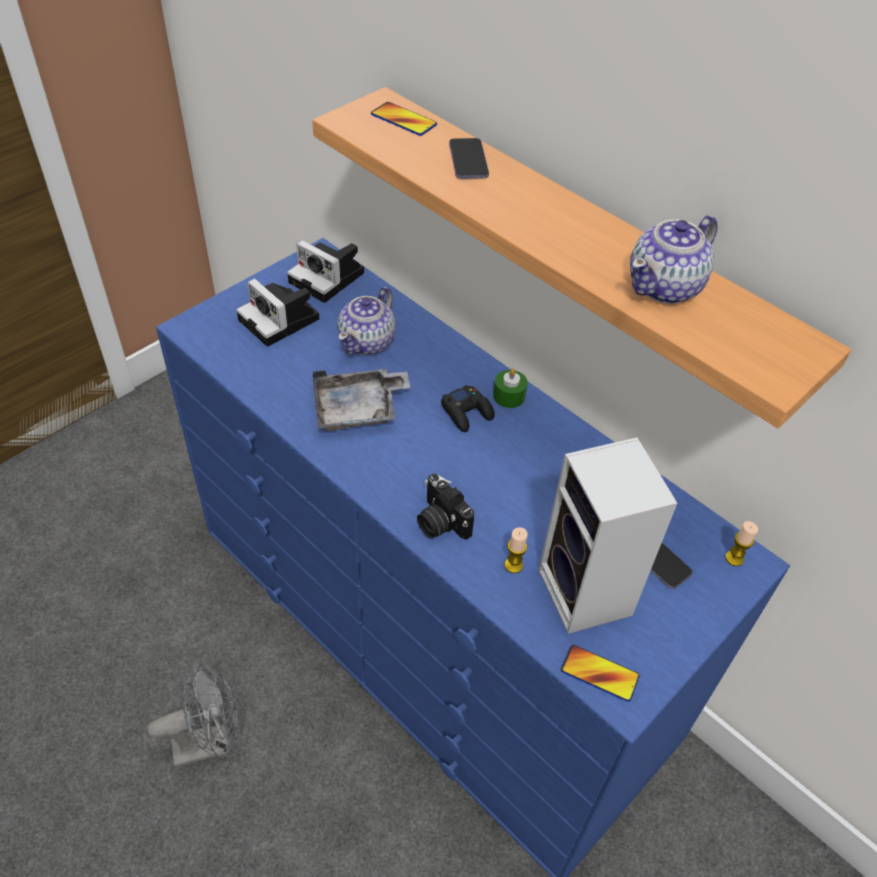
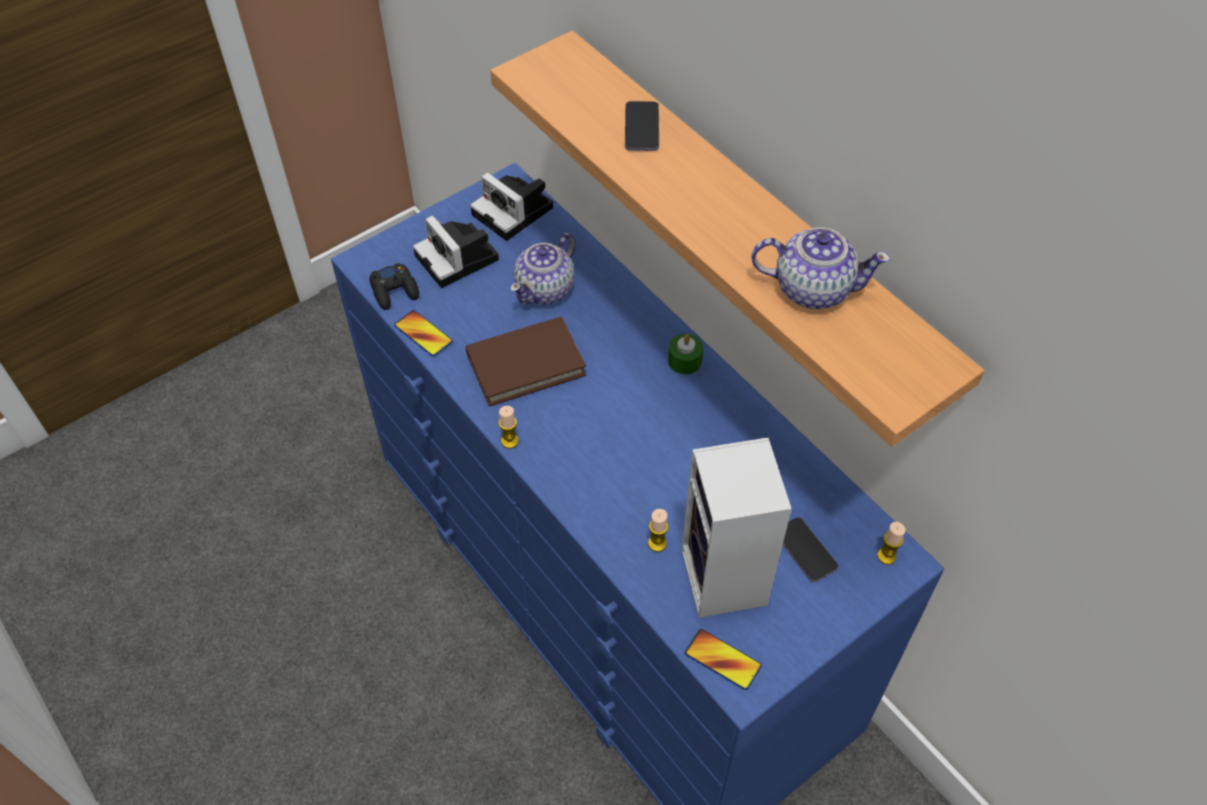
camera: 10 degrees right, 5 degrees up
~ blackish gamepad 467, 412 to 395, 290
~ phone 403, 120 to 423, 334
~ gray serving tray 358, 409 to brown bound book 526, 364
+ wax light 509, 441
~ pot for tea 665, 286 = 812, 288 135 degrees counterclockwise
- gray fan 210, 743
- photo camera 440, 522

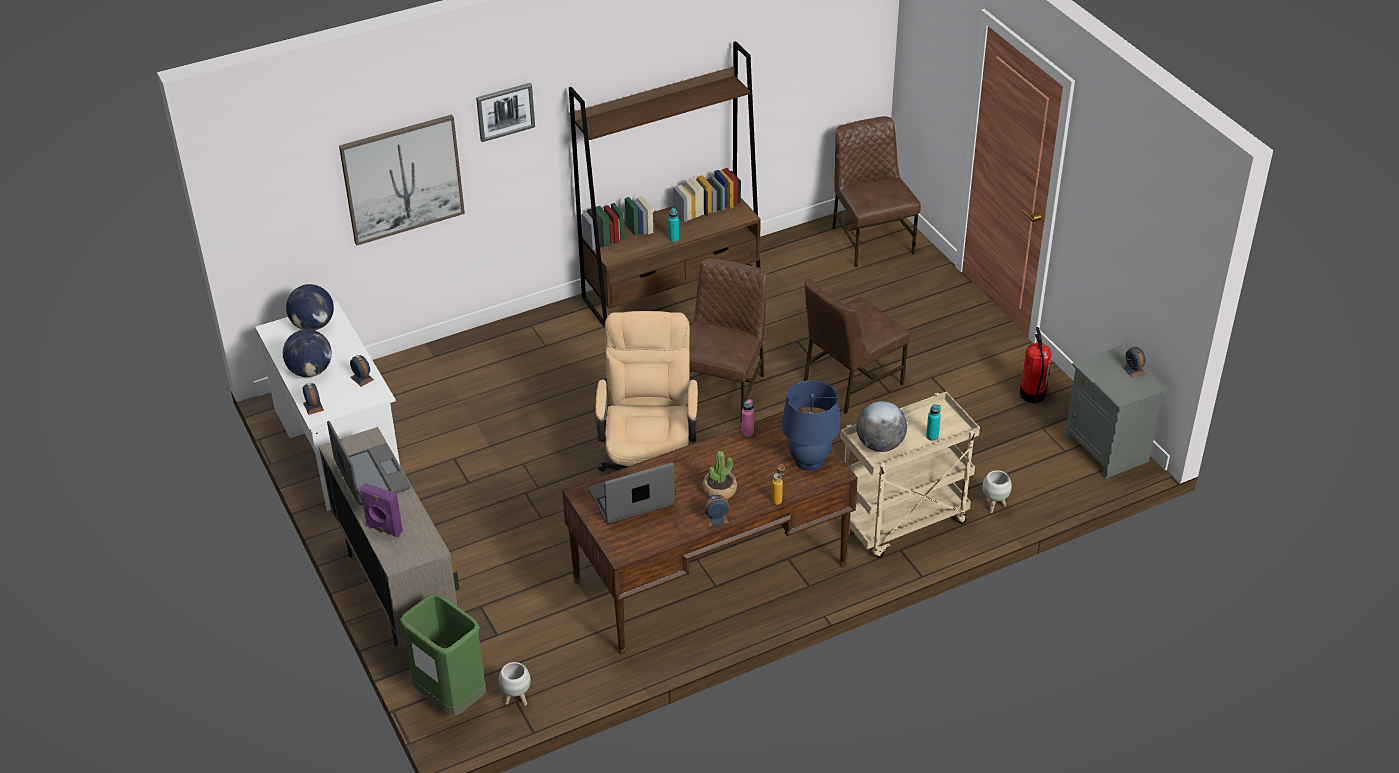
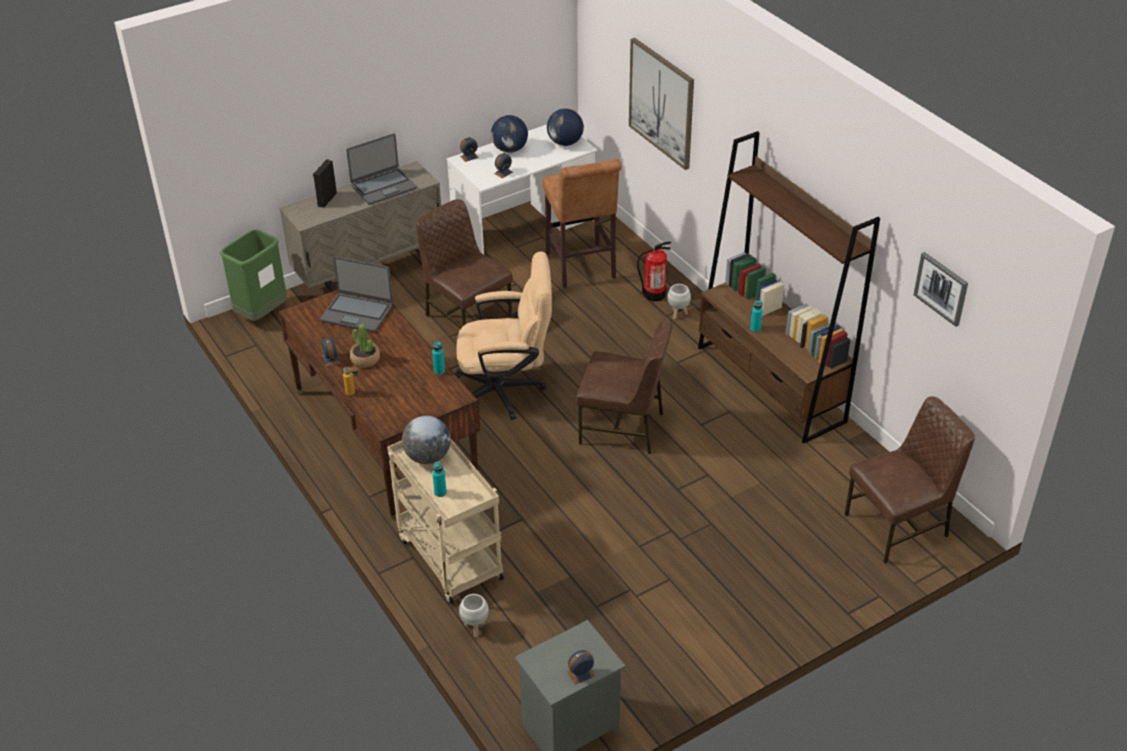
camera: 85 degrees right, 0 degrees up
~ purple-coloured speaker 383, 529 to blackish speaker 326, 199
~ portable computer 631, 498 = 357, 313 135 degrees clockwise
~ brown chair 850, 382 to 467, 317
~ pinkish beverage bottle 747, 433 to turquoise-coloured beverage bottle 439, 371
+ brown stool 581, 268
~ fire extinguisher 1032, 395 to 654, 294
~ white plant pot 517, 699 to 678, 314
~ wall picture 505, 111 to 941, 288
- blue tabletop lamp 809, 461

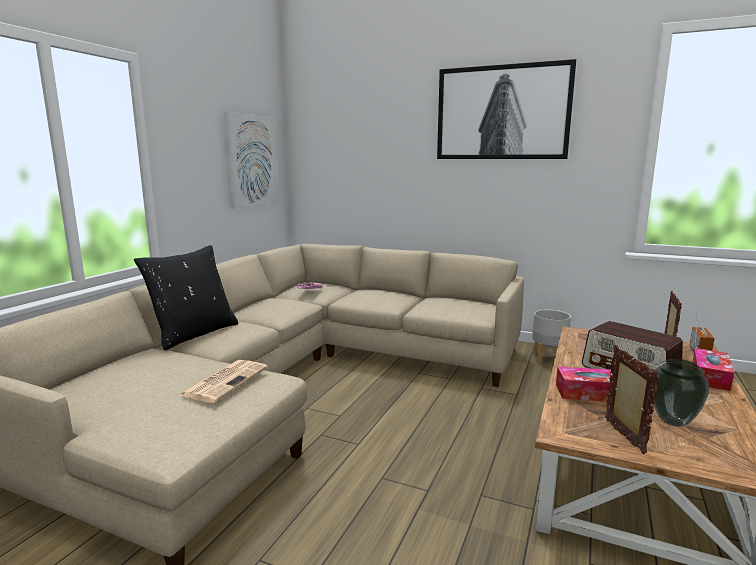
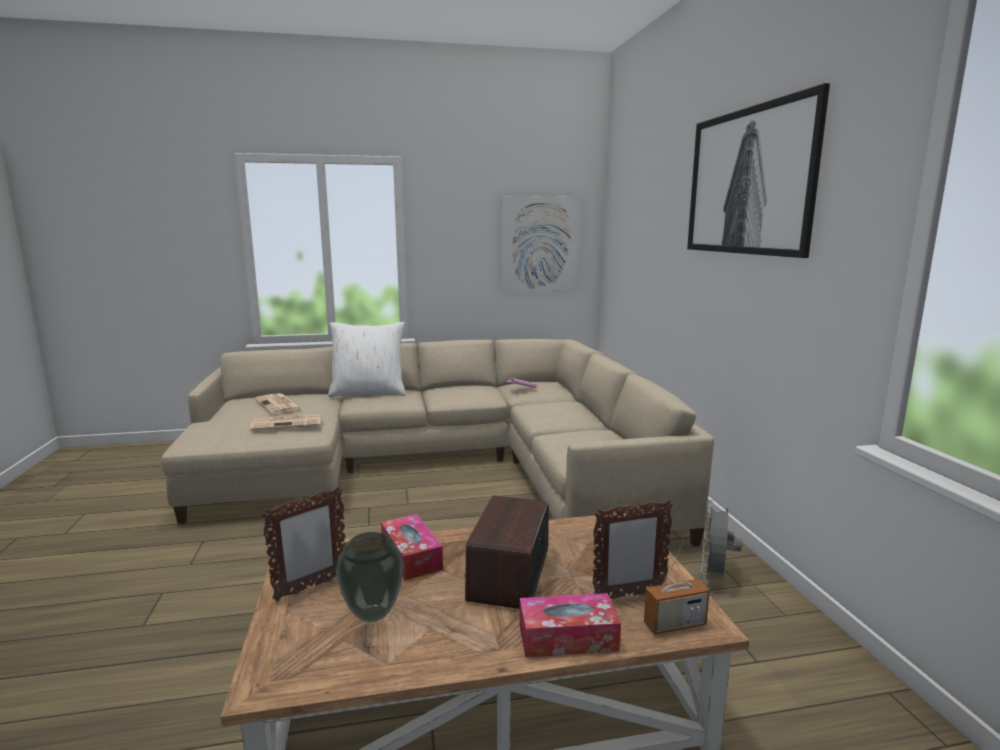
camera: 55 degrees right, 0 degrees up
+ newspaper 279, 405
~ blackish pillow 194, 333 to white pillow 369, 393
~ gray plant pot 548, 359 to gray fan 714, 576

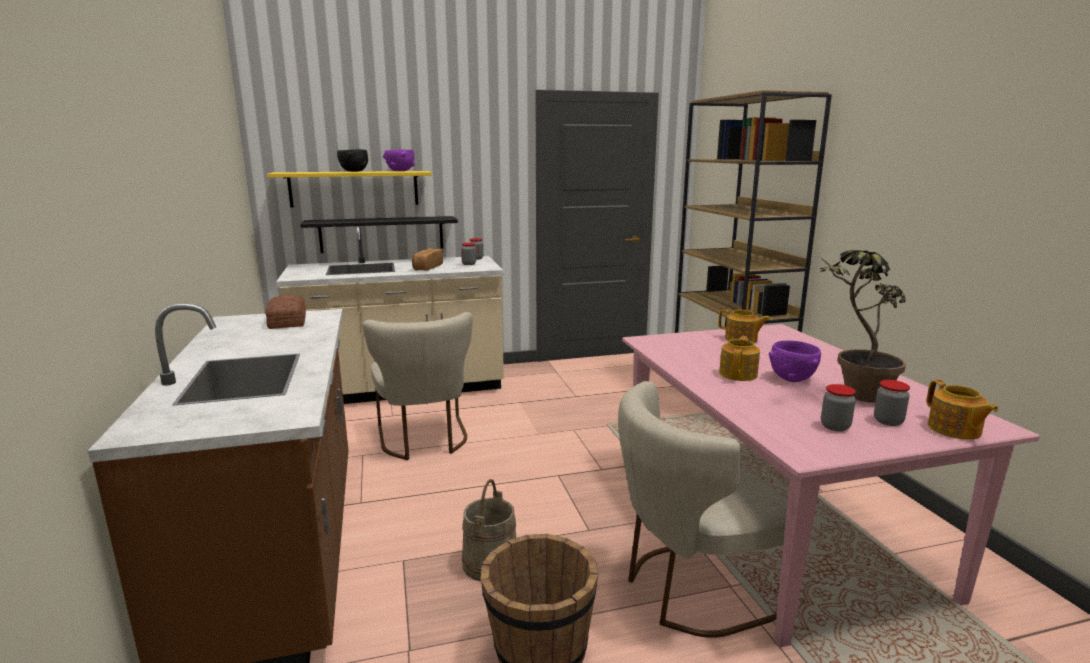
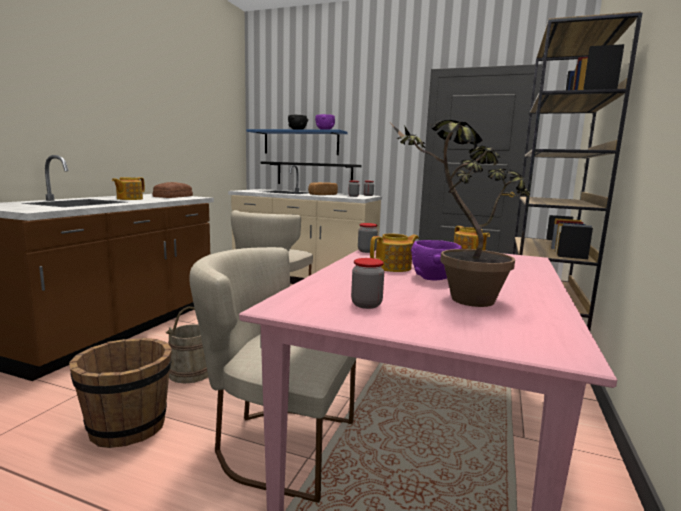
camera: 35 degrees right, 5 degrees down
~ pot for tea 954, 430 to 129, 199
~ yellow-coloured bracket shelf 354, 188 to blue bracket shelf 301, 142
~ storage jar 888, 421 to 367, 251

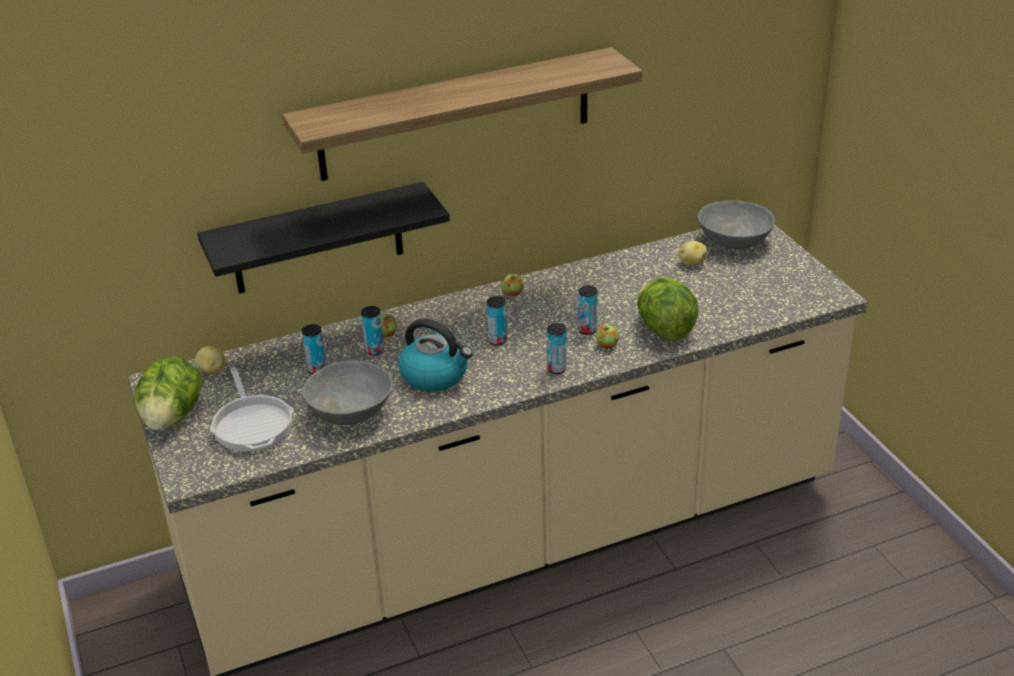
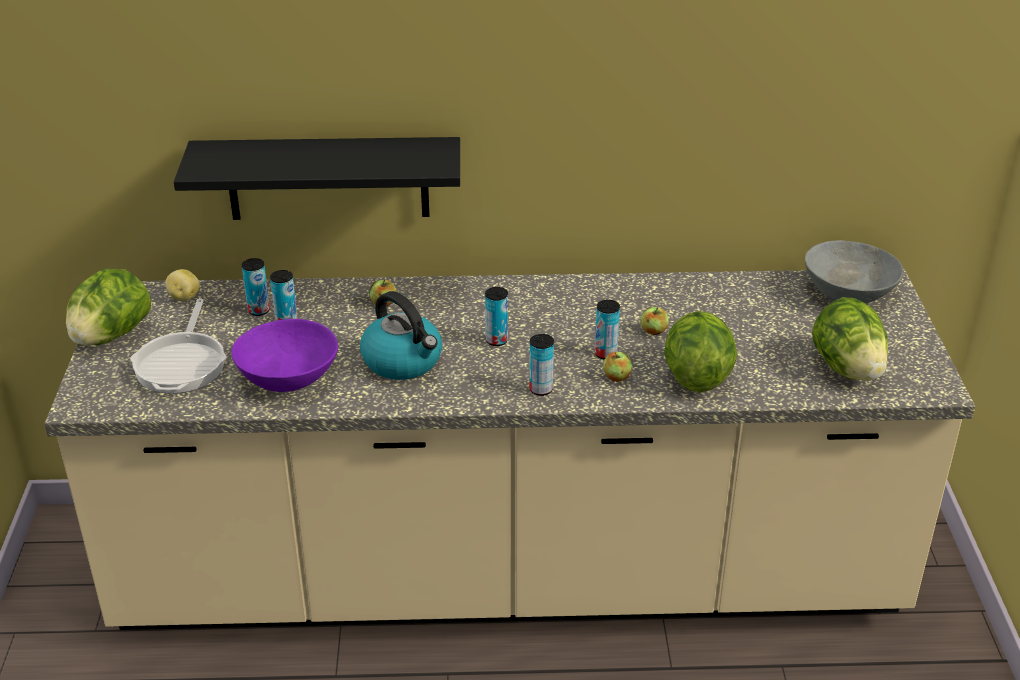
camera: 20 degrees right, 0 degrees up
~ gray deep dish 351, 412 to purple-coloured deep dish 289, 378
~ sealed can 375, 351 to 259, 310
~ apple fruit 512, 293 to 653, 331
+ lettuce 847, 368
- bracket shelf 455, 114
- spud 691, 263

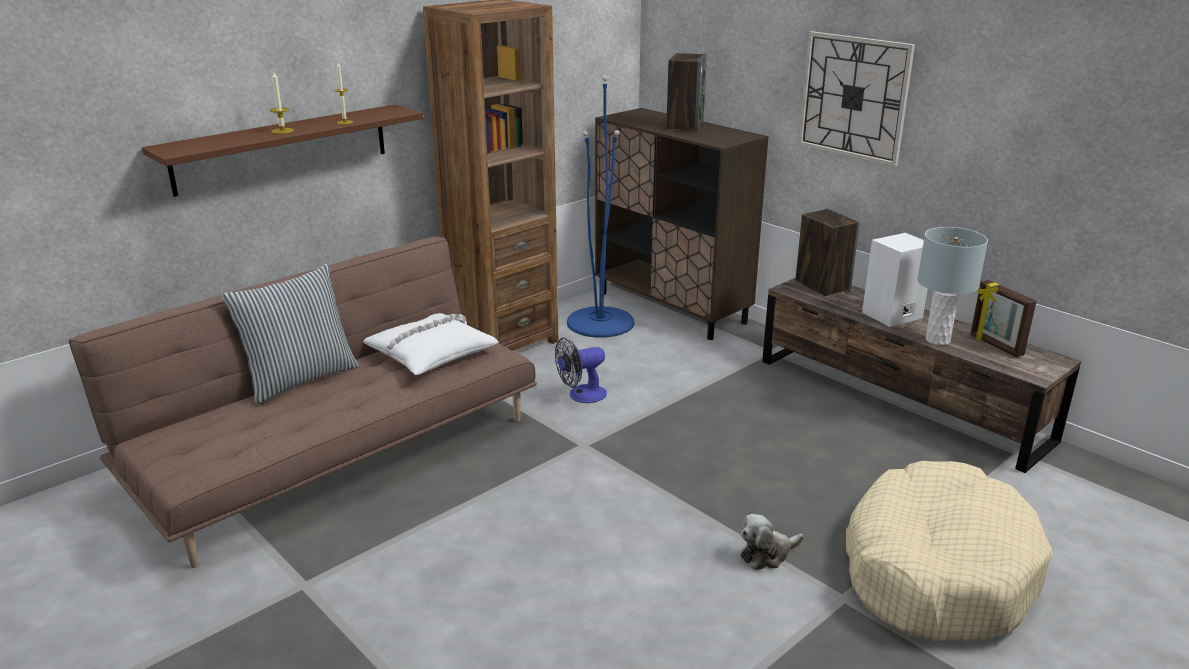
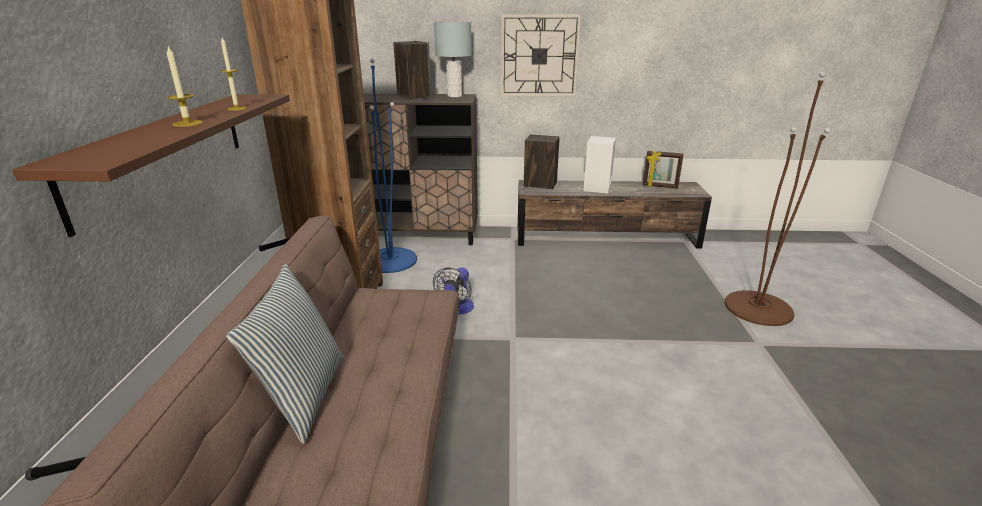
camera: 45 degrees left, 0 degrees up
~ gray tabletop lamp 938, 340 to 454, 96
~ beige pet bed 937, 571 to brown standing lamp 758, 308
- white pillow 430, 353
- cuddly toy 767, 554

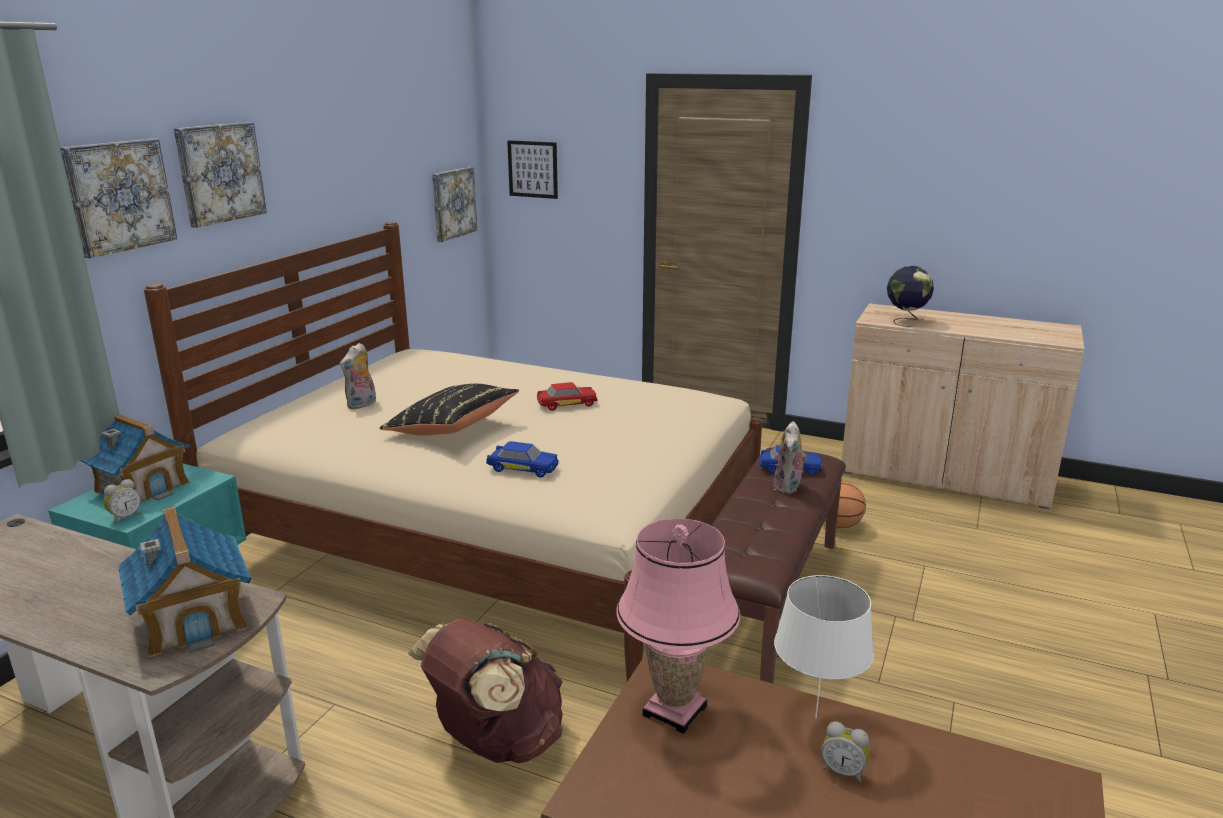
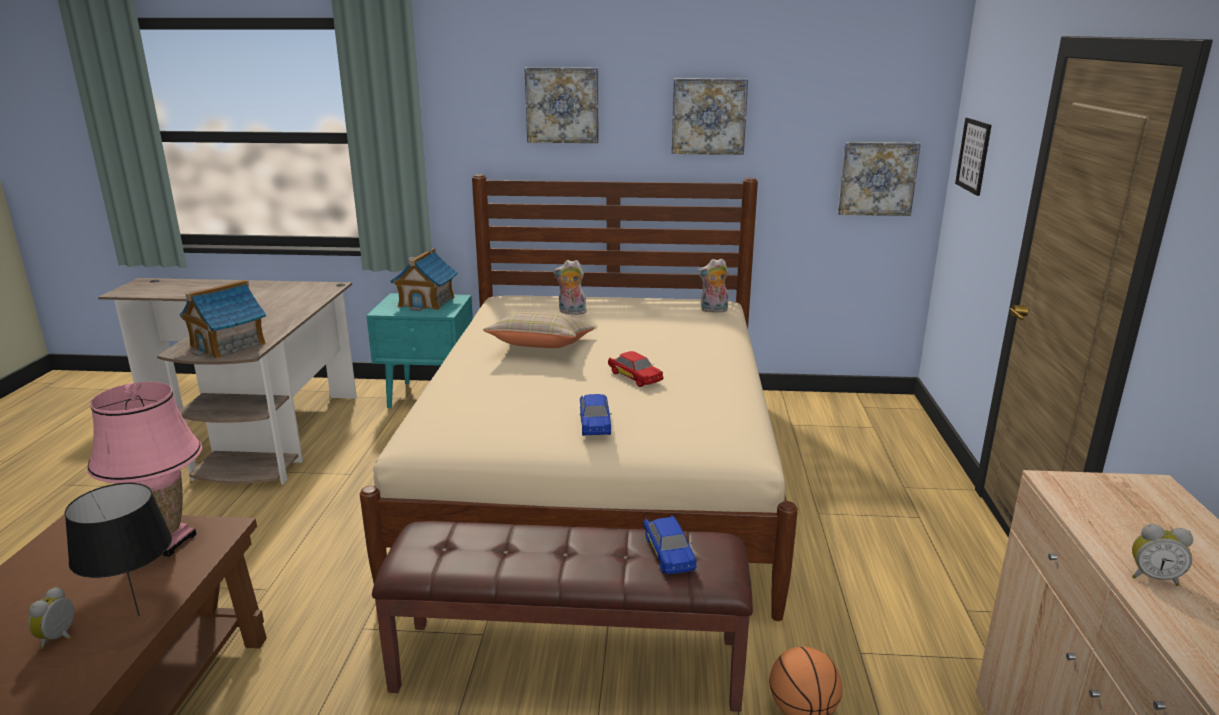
camera: 70 degrees right, 0 degrees up
~ white tabletop lamp 816, 717 to blackish tabletop lamp 139, 616
~ blackish pillow 451, 429 to beige pillow 541, 348
~ blue miniature car 522, 468 to 595, 423
~ wall picture 118, 196 to 708, 116
~ cuddly toy 789, 487 to 713, 310
~ bedside clock 125, 517 to 1153, 577
- brown knapsack 495, 742
- world globe 905, 321

